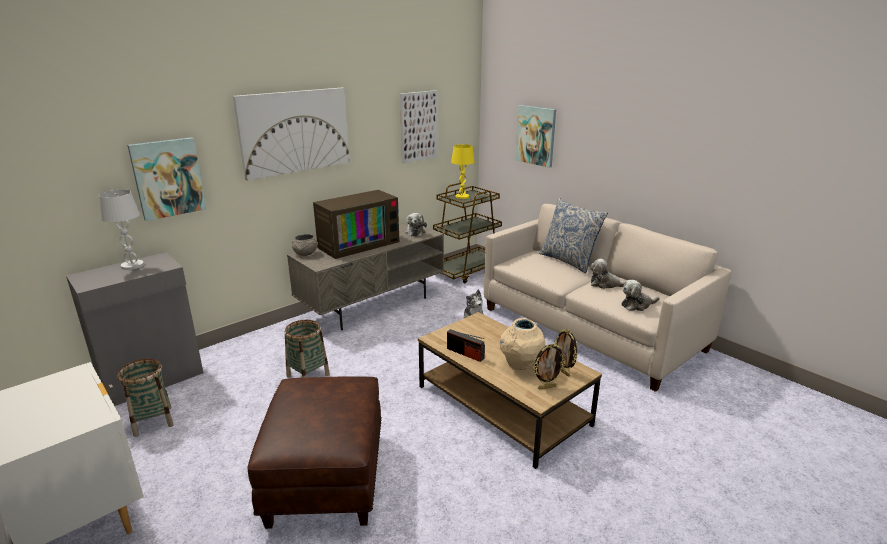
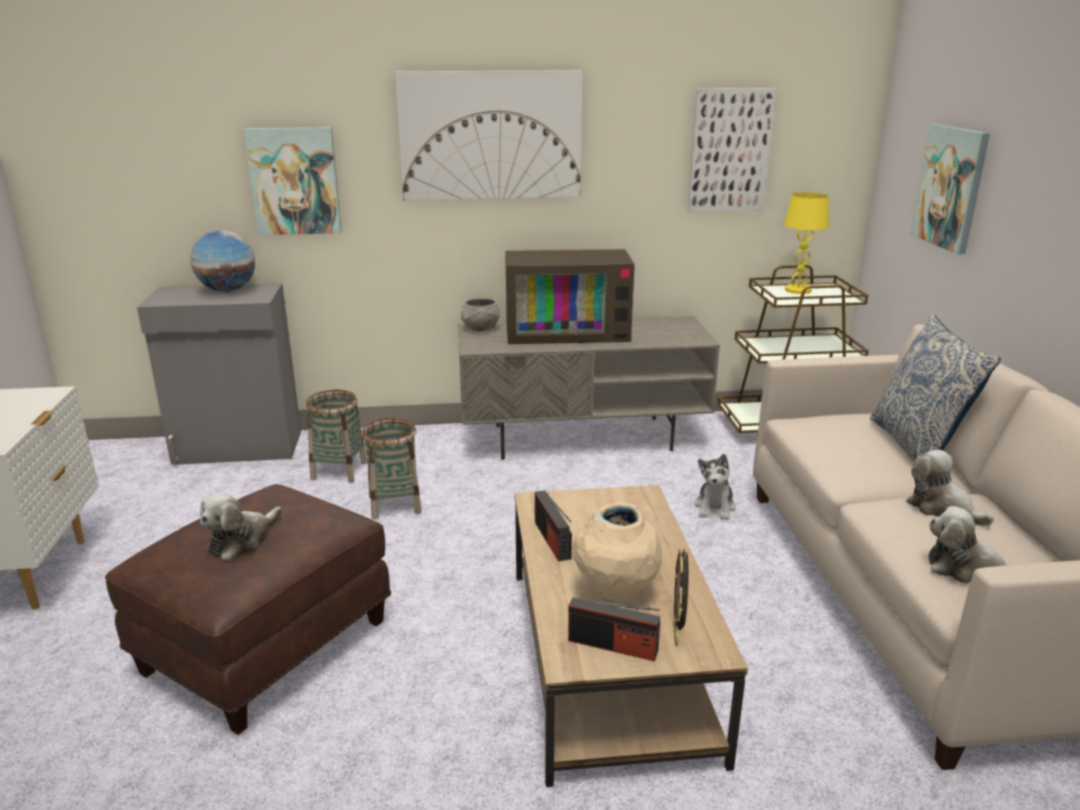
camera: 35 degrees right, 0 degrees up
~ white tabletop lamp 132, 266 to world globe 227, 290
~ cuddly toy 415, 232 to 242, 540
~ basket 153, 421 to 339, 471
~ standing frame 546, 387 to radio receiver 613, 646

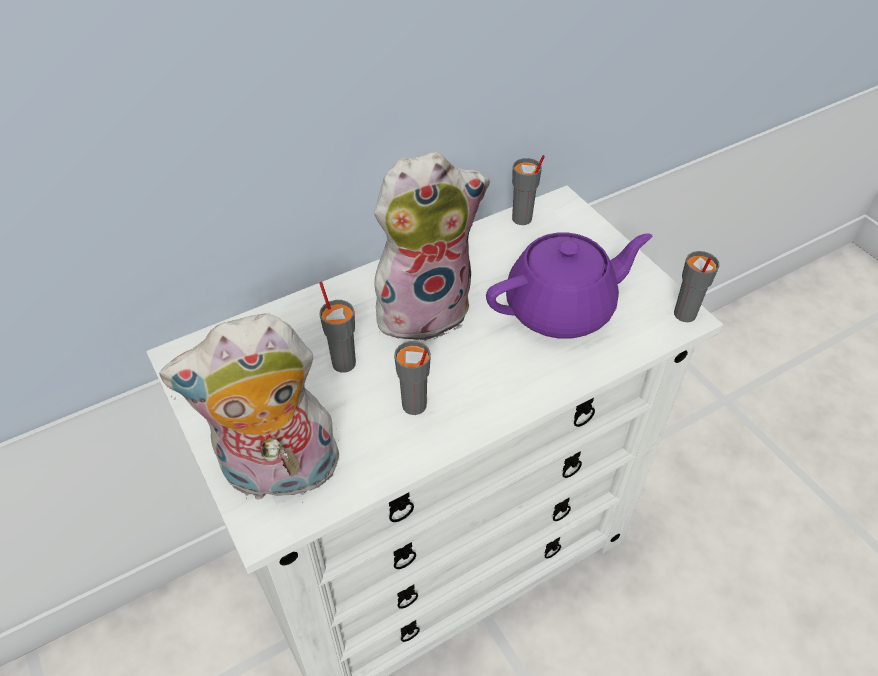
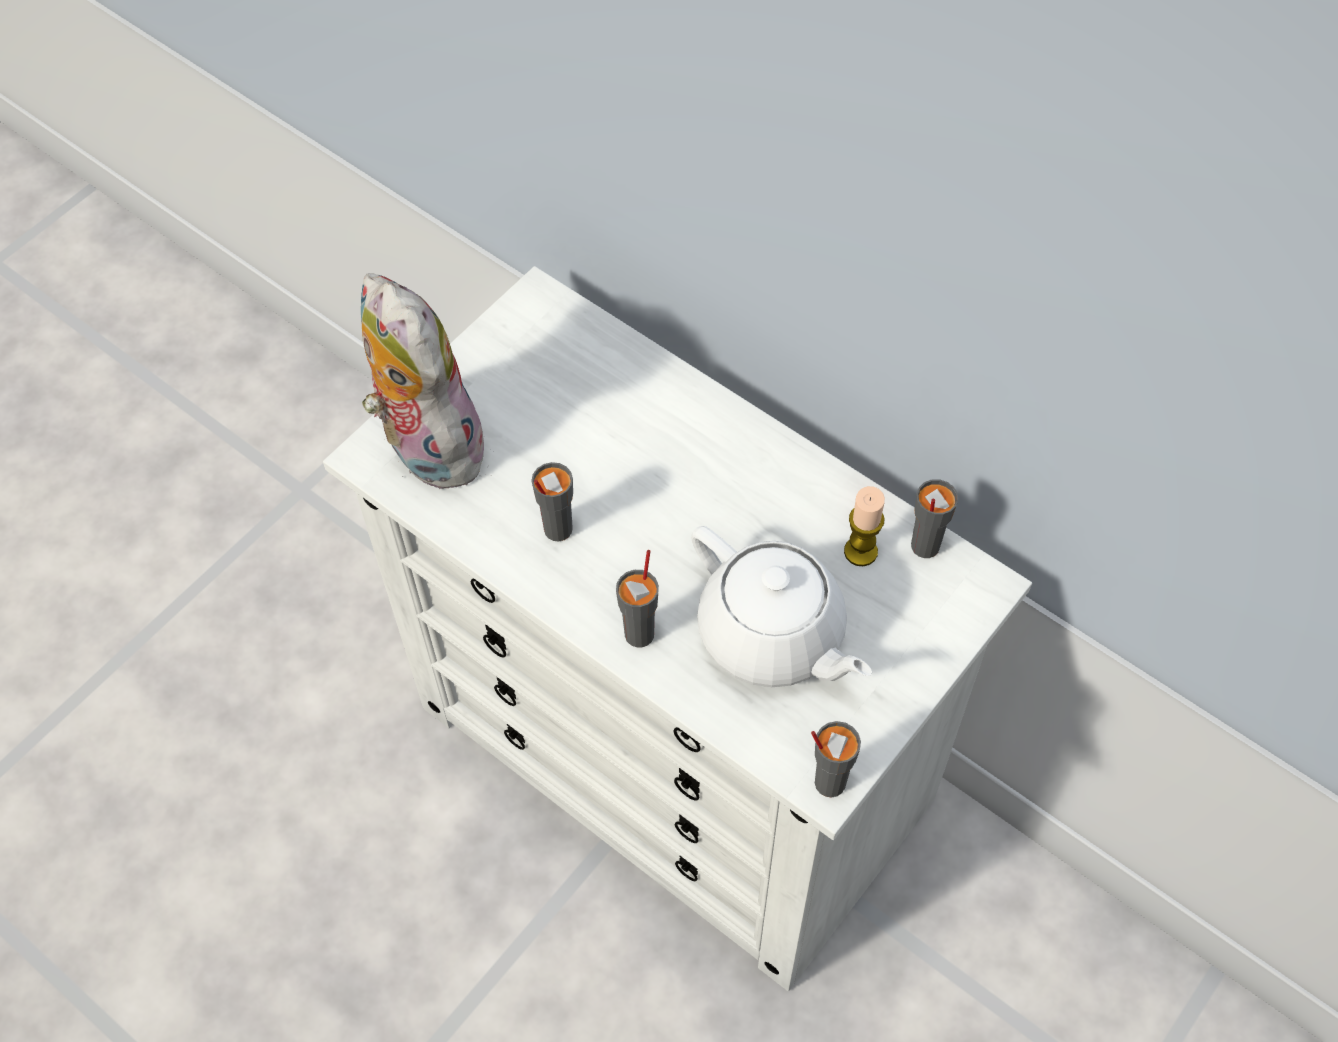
camera: 70 degrees right, 10 degrees up
~ gray small cup 344, 362 to 640, 633
~ purple-coloured pot for tea 561, 309 to white pot for tea 772, 636
+ wax light 860, 551
- cuddly toy 424, 308

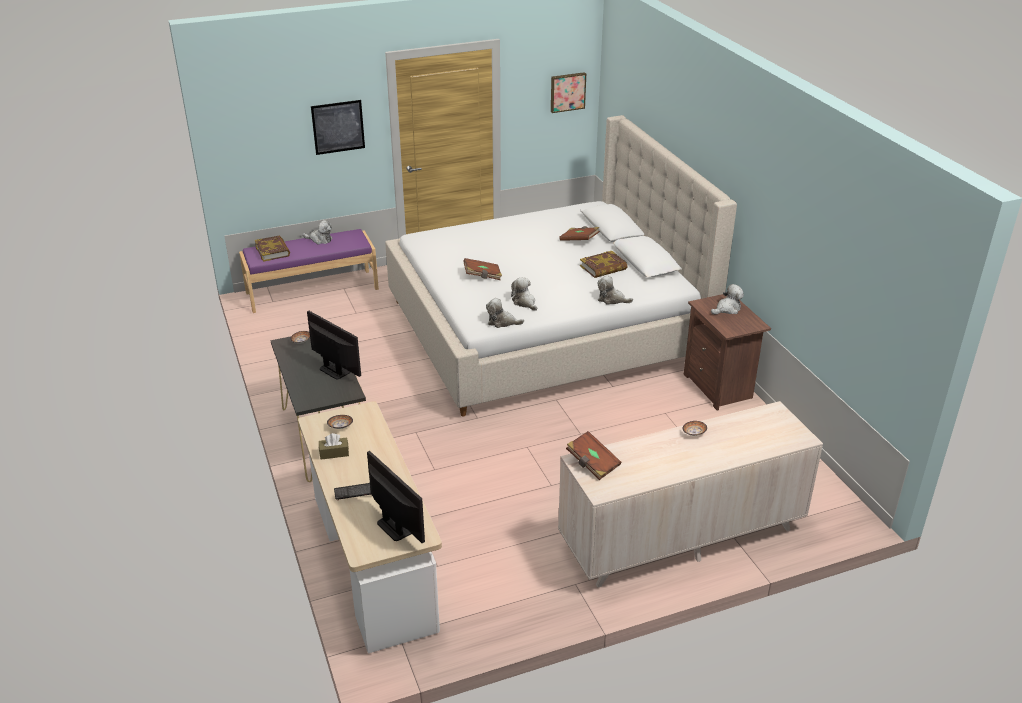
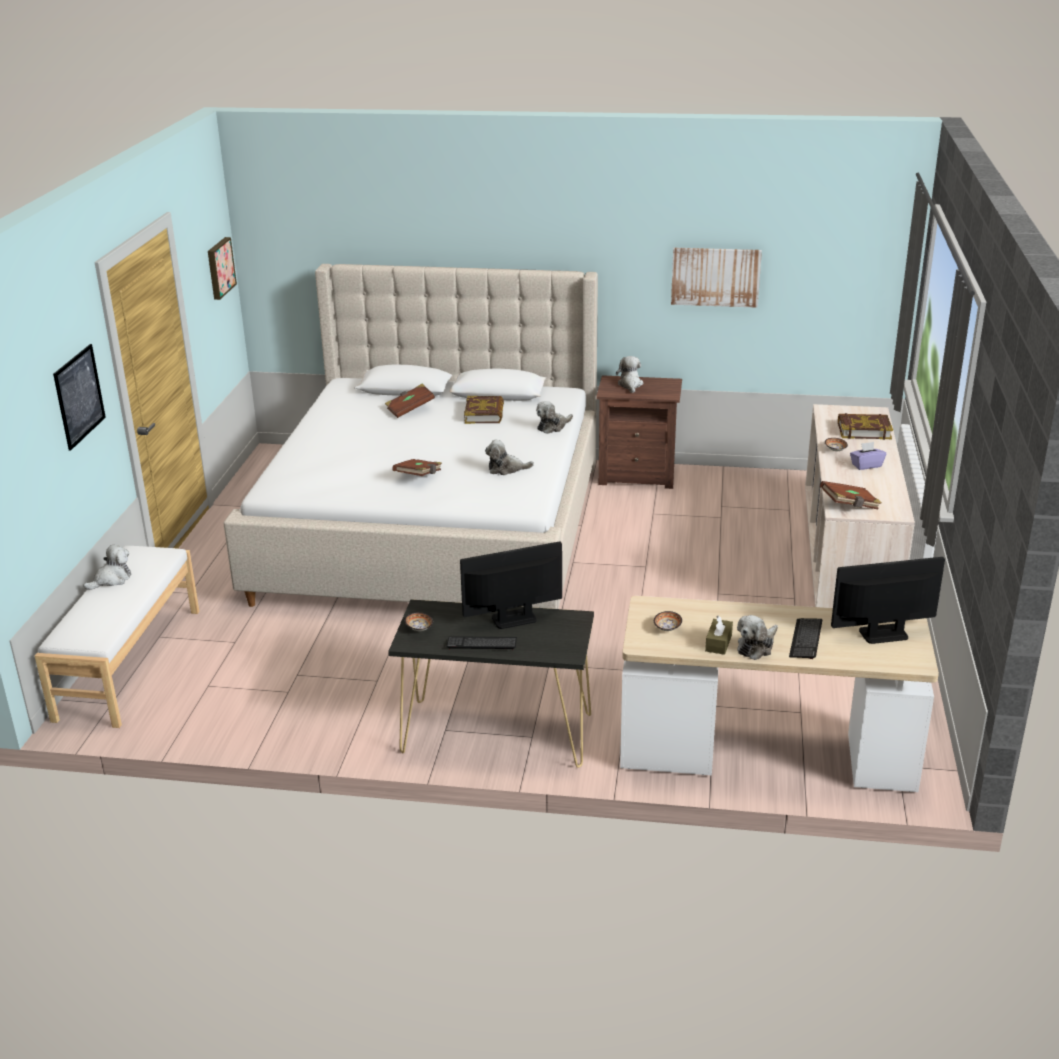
camera: 60 degrees left, 5 degrees down
~ purple-coloured bench 312, 290 to white bench 128, 663
+ PC keyboard 481, 644
+ wall picture 715, 276
~ cuddly toy 502, 322 to 756, 646
~ bound book 273, 251 to 864, 430
+ purple-coloured tissue holder 866, 465

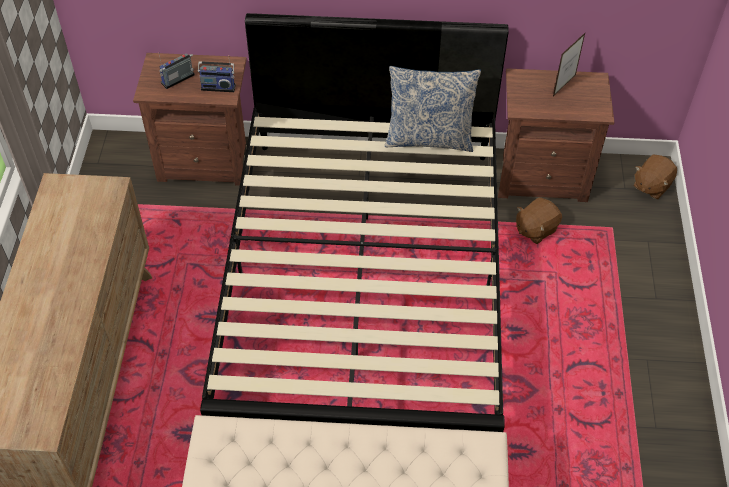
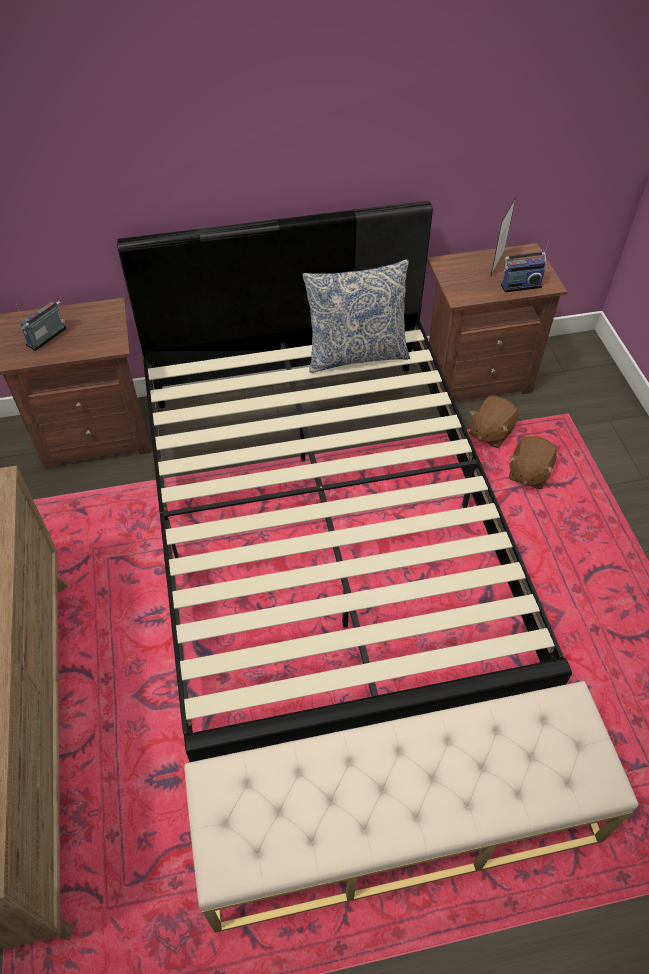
camera: 15 degrees left, 0 degrees up
~ radio receiver 218, 86 to 520, 285
~ brown cuddly toy 651, 185 to 528, 473

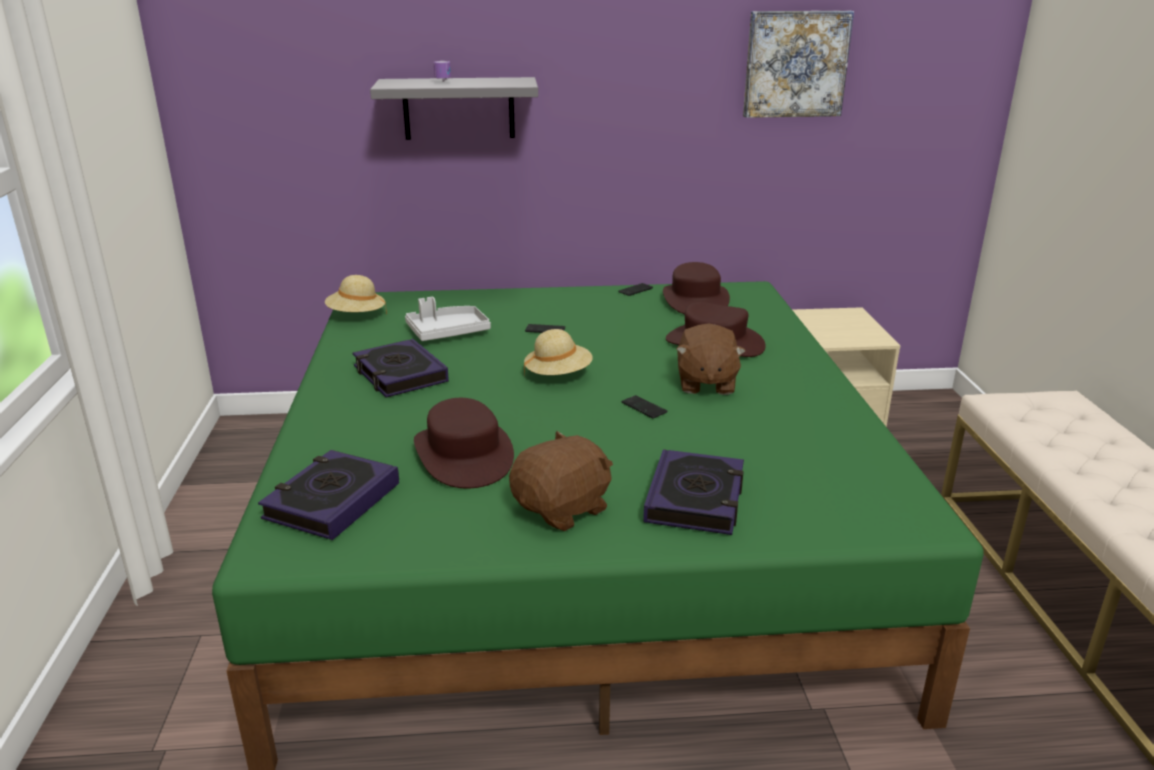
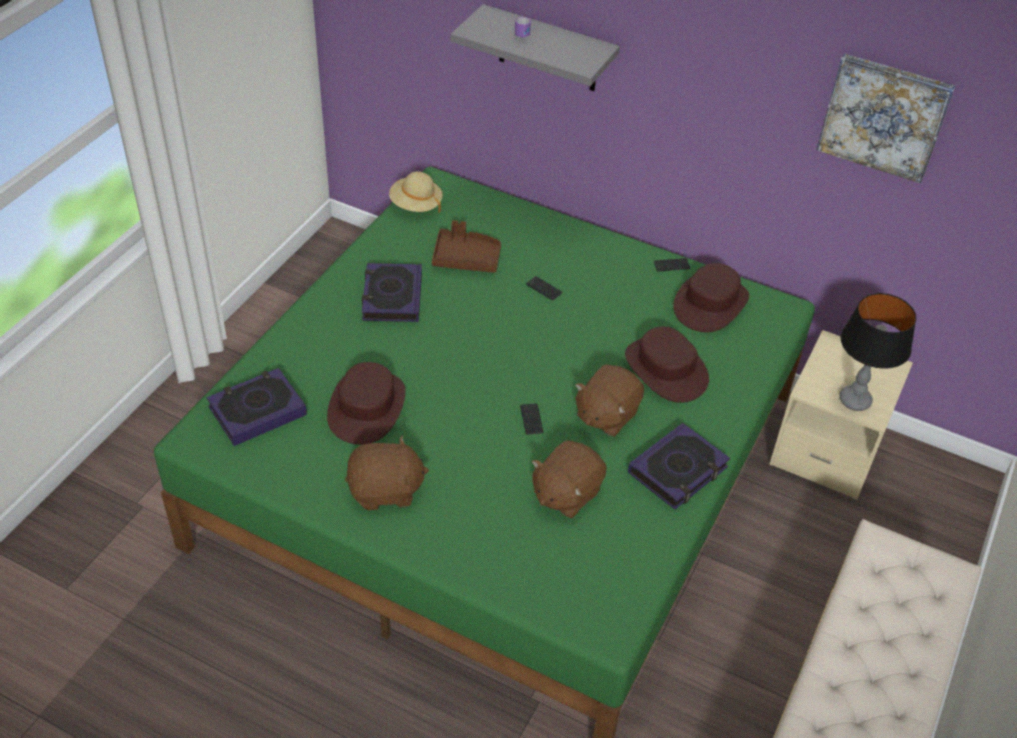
camera: 30 degrees right, 20 degrees up
~ gray serving tray 447, 332 to brown serving tray 466, 258
+ brown cuddly toy 565, 493
~ bound book 695, 499 to 678, 470
+ tabletop lamp 855, 400
- beige hat 558, 375

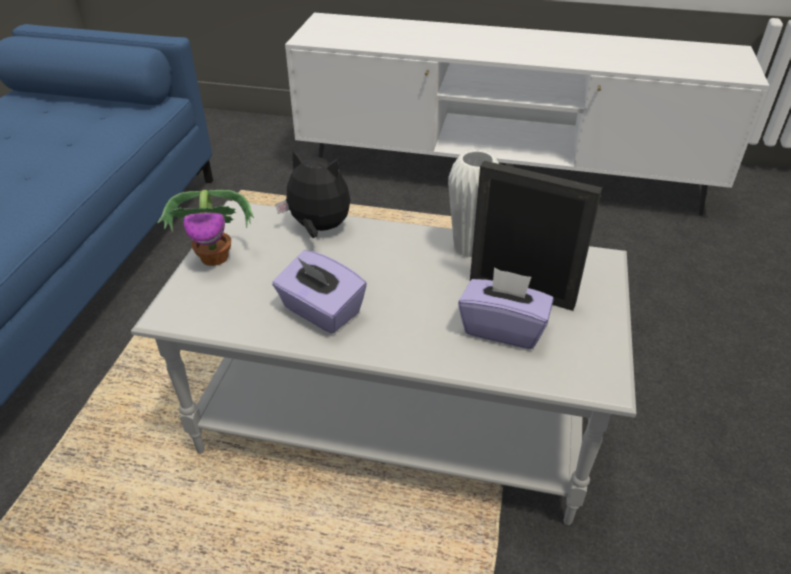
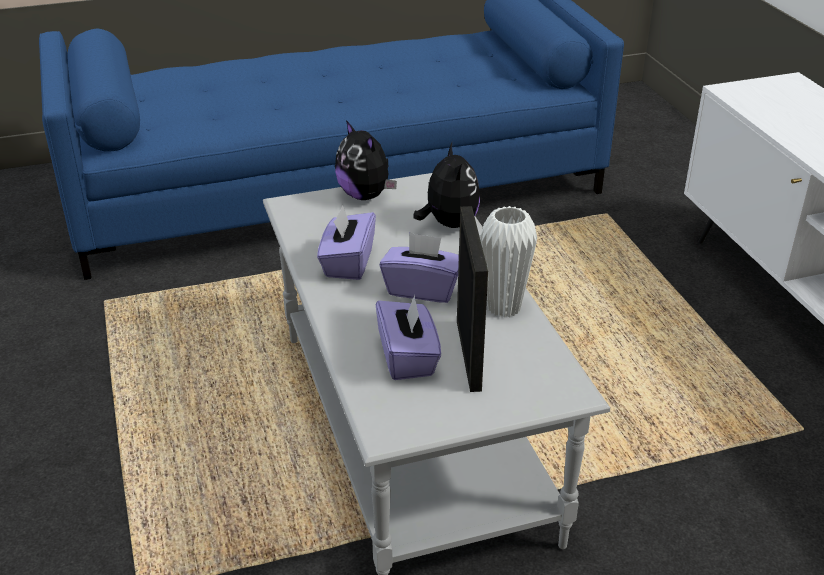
camera: 60 degrees right, 5 degrees down
~ potted plant 215, 257 to cuddly toy 366, 195
+ purple-coloured tissue holder 422, 289

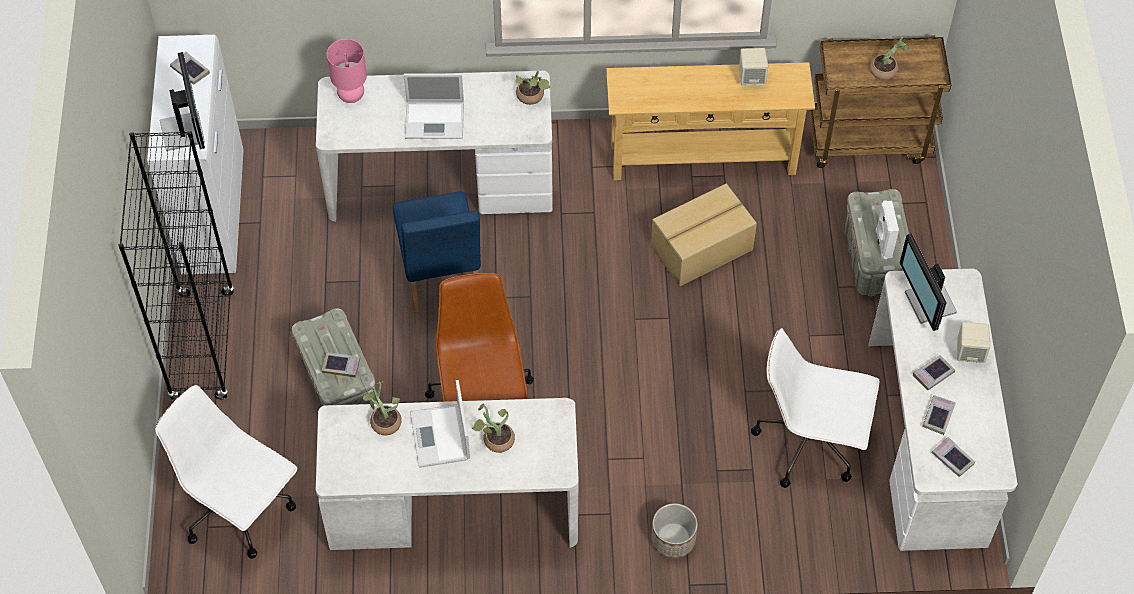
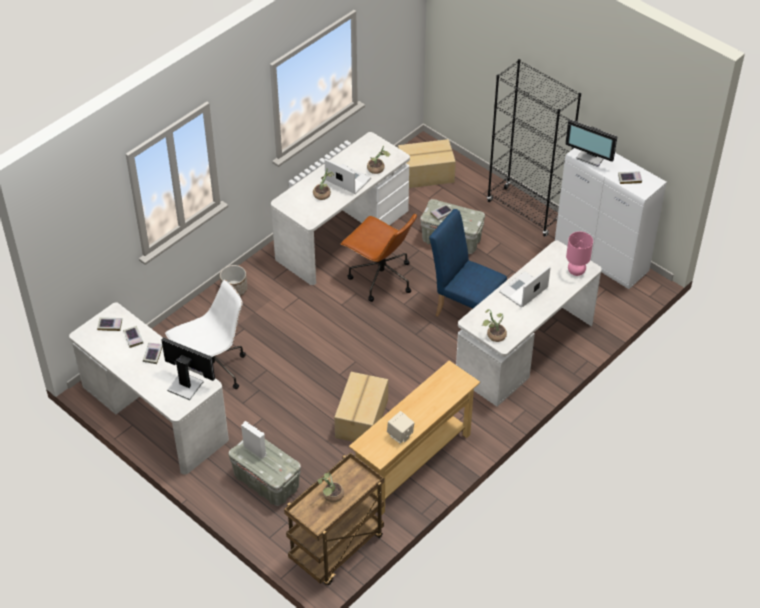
camera: 135 degrees right, 10 degrees down
~ white computer chair 240, 510 to cardboard box 426, 175
- beige speaker 970, 352

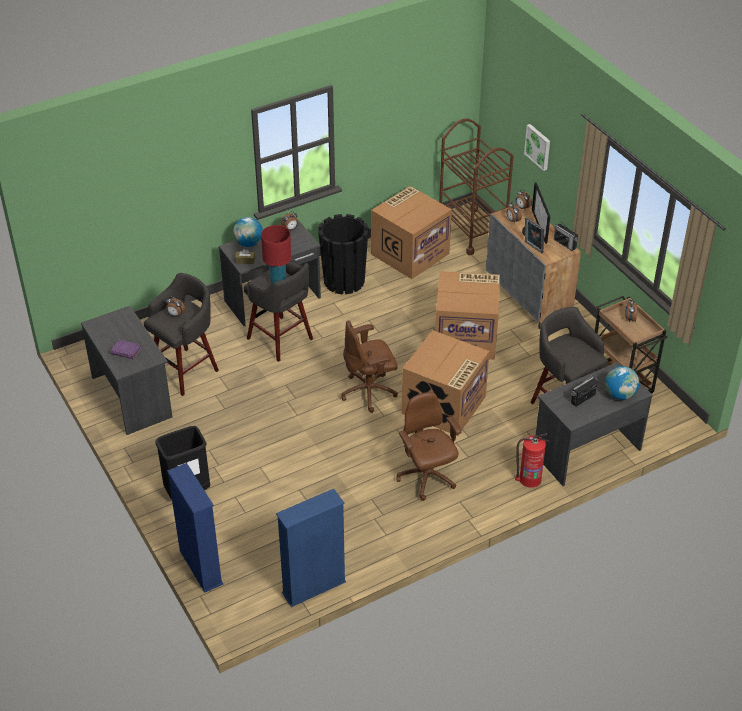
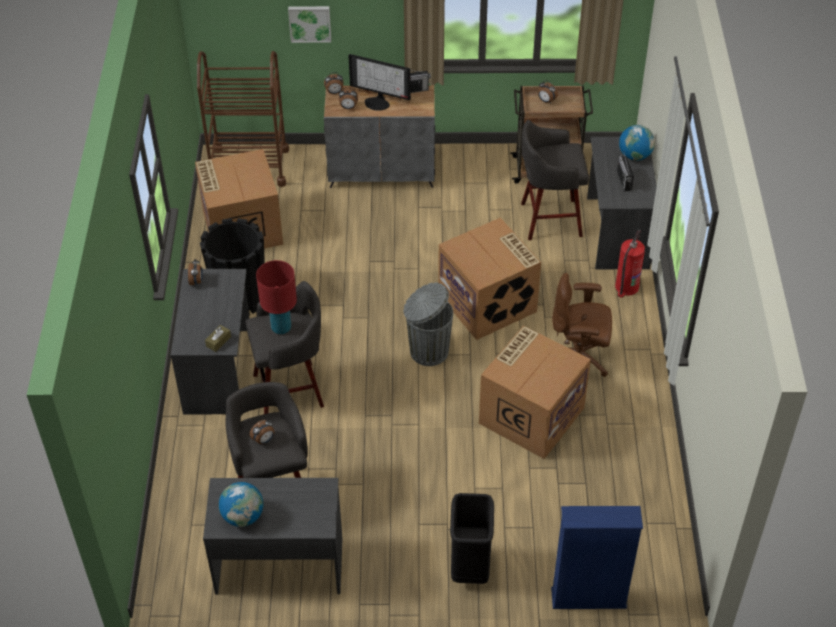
camera: 60 degrees left, 5 degrees up
~ world globe 248, 243 to 243, 516
~ brown computer chair 369, 392 to gray rubbish bin 427, 351
~ cardboard box 466, 337 to 531, 414
- purple-coloured bound book 126, 351
- blue bookcase 314, 587
- standing frame 532, 248

